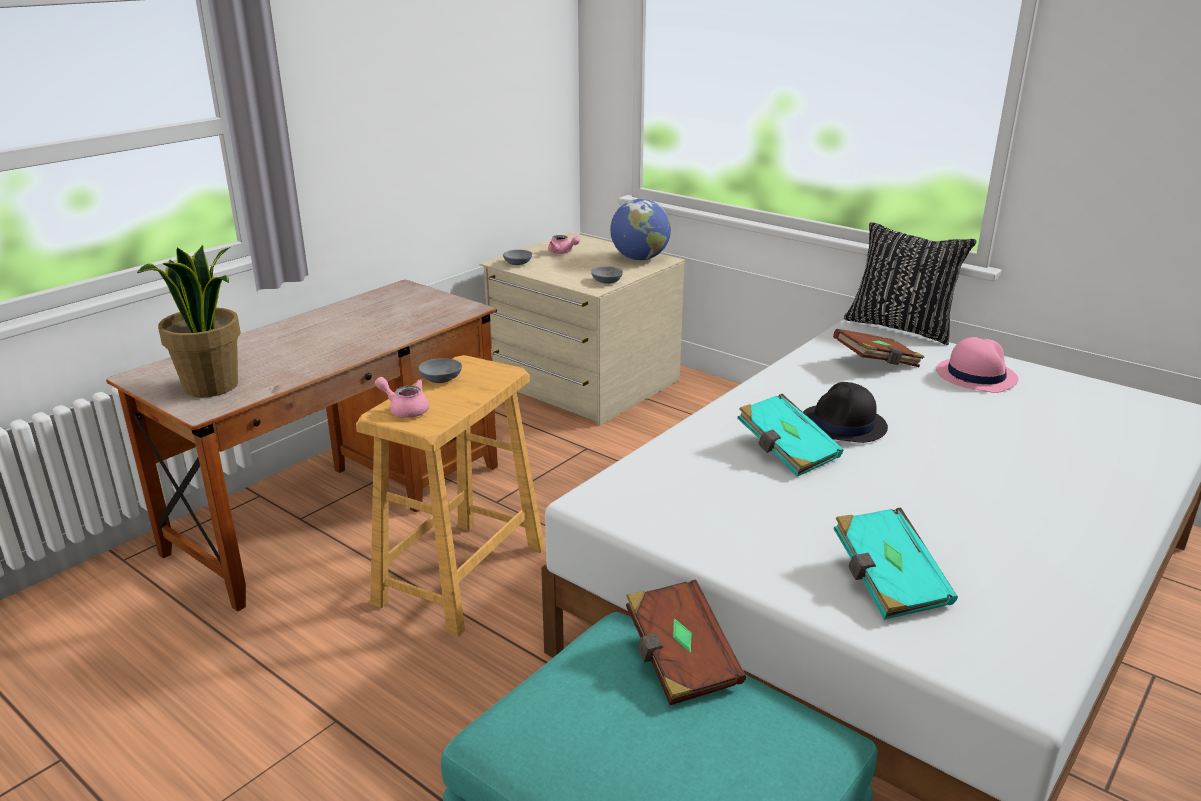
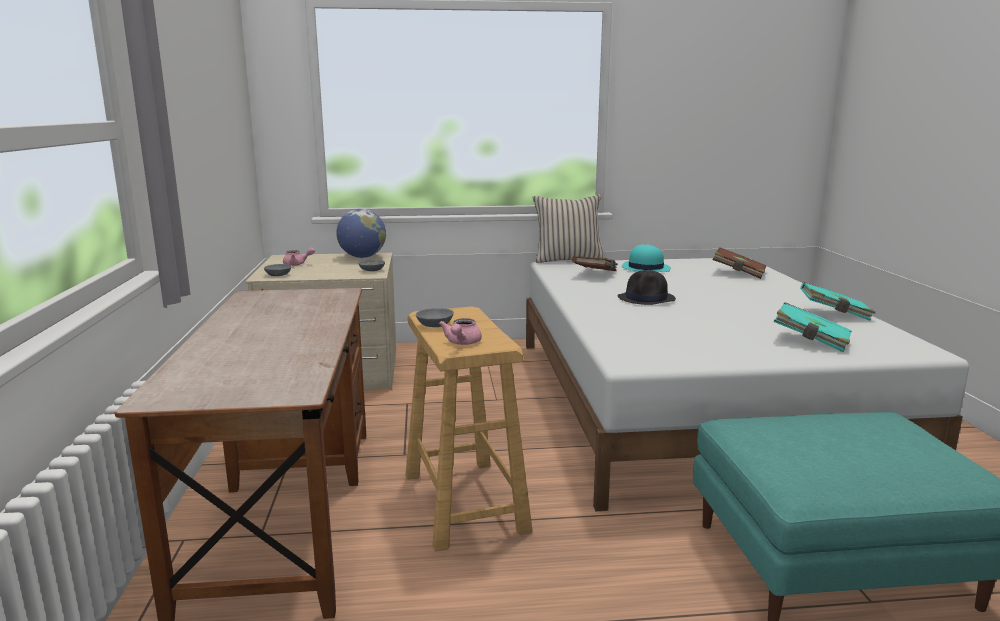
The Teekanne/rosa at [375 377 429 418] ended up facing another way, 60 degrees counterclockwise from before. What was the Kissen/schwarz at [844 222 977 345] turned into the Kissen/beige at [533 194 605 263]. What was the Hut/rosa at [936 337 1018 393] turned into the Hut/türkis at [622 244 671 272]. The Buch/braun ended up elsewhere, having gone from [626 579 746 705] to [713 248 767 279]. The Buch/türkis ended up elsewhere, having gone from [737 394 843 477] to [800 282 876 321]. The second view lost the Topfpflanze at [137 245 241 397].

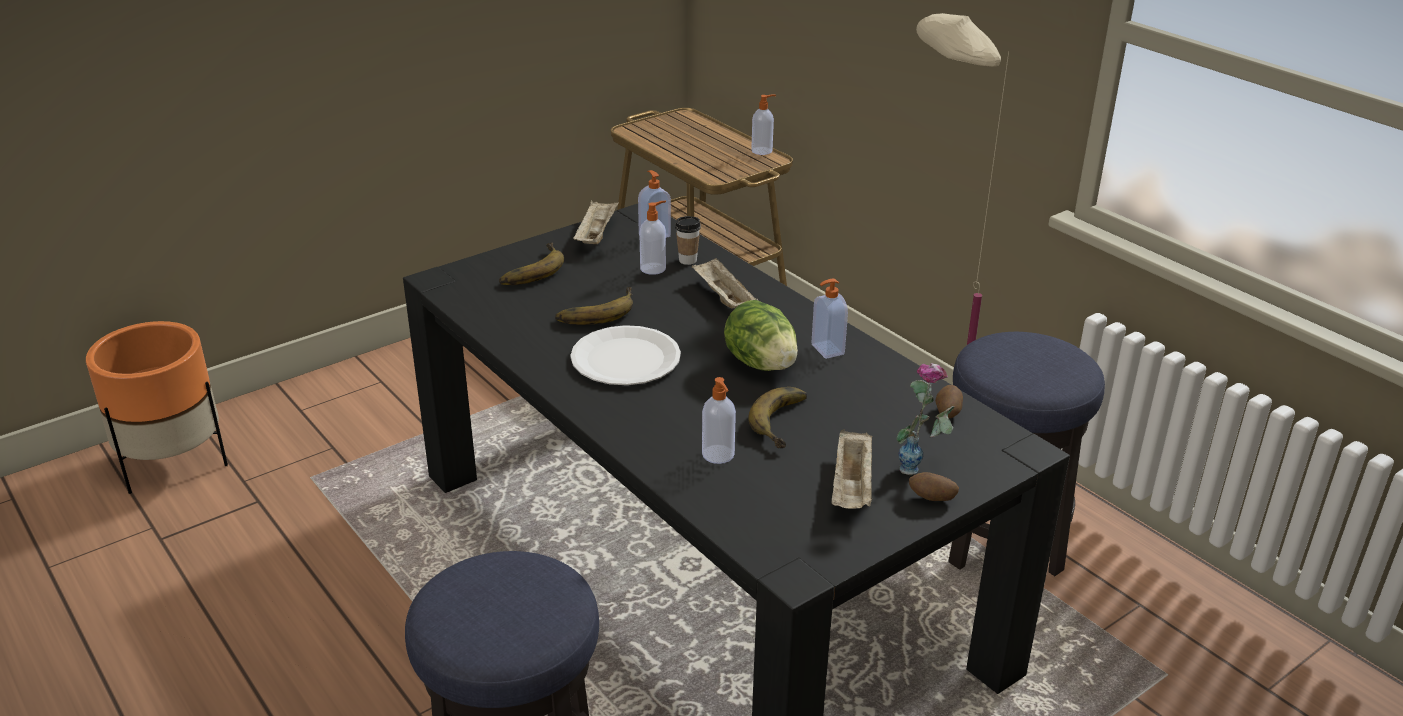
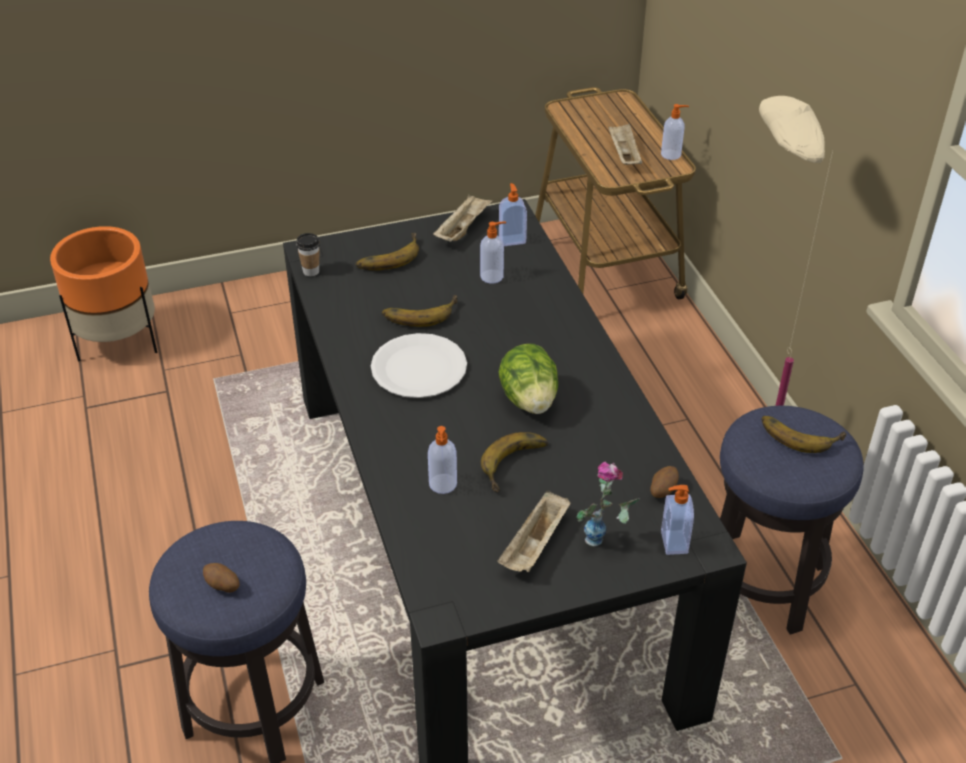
The Kartoffel ended up elsewhere, having gone from [909 472 959 501] to [203 563 240 593]. The Tasse ended up elsewhere, having gone from [675 216 701 265] to [296 233 320 276]. The Tablett/beige ended up elsewhere, having gone from [692 257 758 309] to [608 123 642 165]. The Seifenspender ended up elsewhere, having gone from [811 279 848 359] to [661 485 694 555]. The second view gained the Banane at [761 416 846 453].

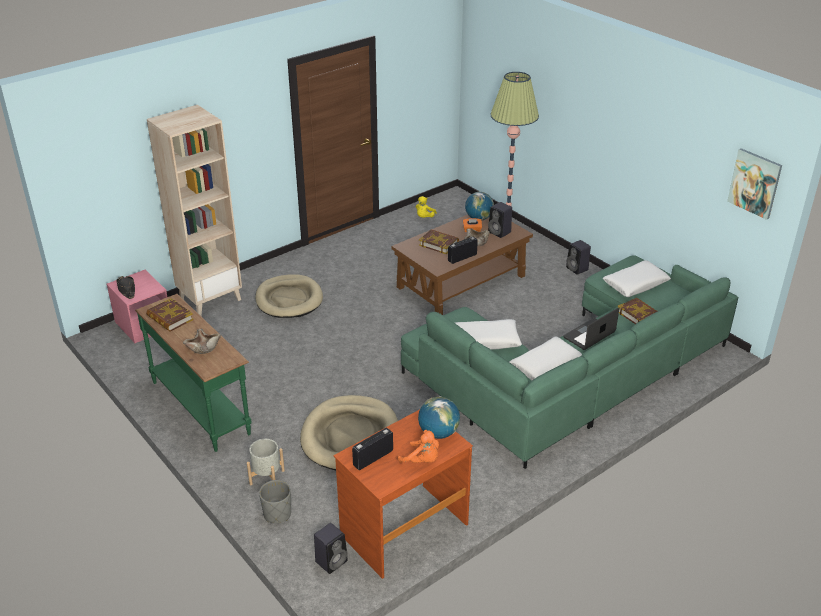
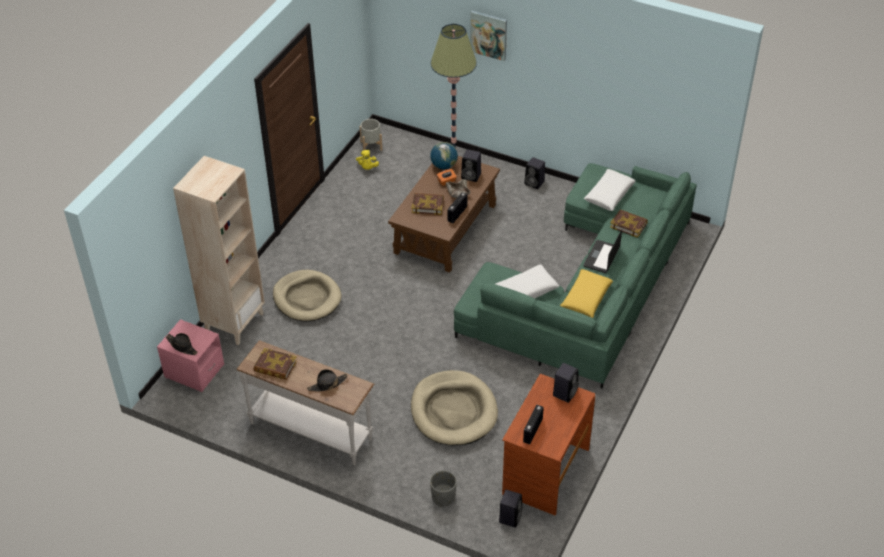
What was the Konsolentisch/grün at [135 294 252 452] turned into the Konsolentisch/weiß at [236 340 374 465]. Where the Schüssel/beige stood at [183 329 221 354], the Hut/schwarz came to stand at [307 369 348 391]. The Pflanzkübel/grau ended up elsewhere, having gone from [247 439 285 485] to [360 119 382 151]. The Bild ended up elsewhere, having gone from [727 148 782 220] to [470 11 507 61]. Where the Globus stood at [418 397 460 439], the Lautsprecher/schwarz came to stand at [553 363 579 403]. What was the Kissen/weiß at [510 336 582 381] turned into the Kissen/gelb at [560 269 613 318]. The second view lost the Plüschtier/orange at [398 430 439 463].

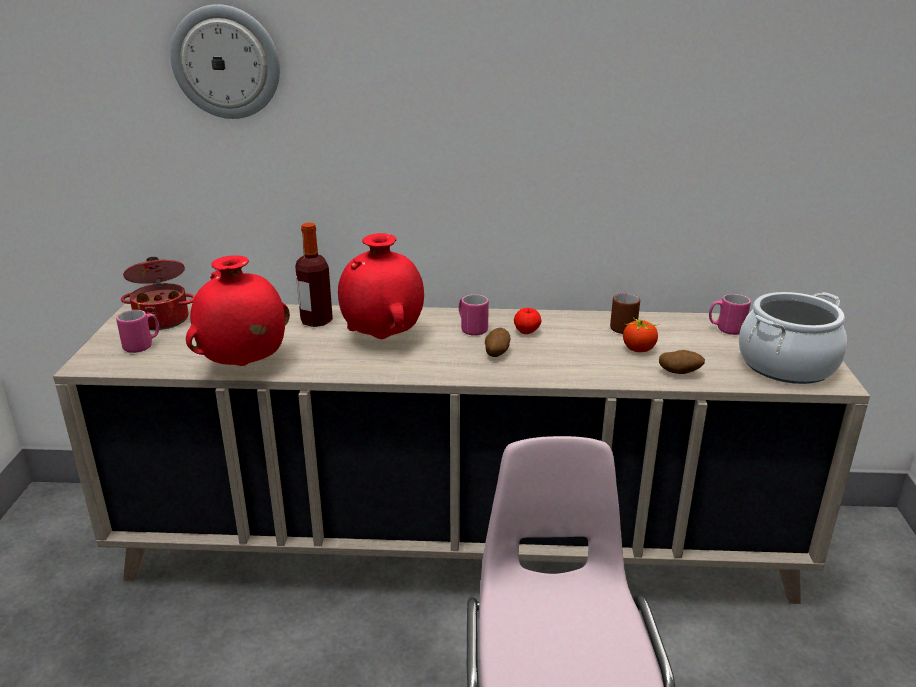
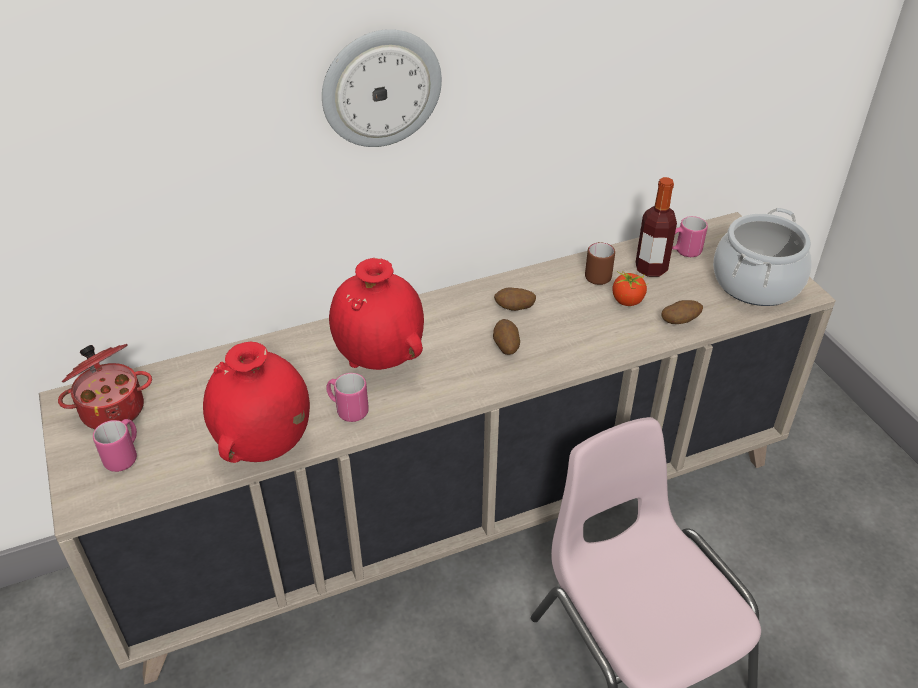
The Wanduhr ended up elsewhere, having gone from [170 4 280 119] to [322 29 442 147]. The Henkelbecher/rosa ended up elsewhere, having gone from [459 294 489 336] to [326 373 369 422]. Where the Apfel stood at [514 308 542 334], the Kartoffel came to stand at [494 287 536 311]. The Flasche ended up elsewhere, having gone from [295 223 333 327] to [635 177 677 277].

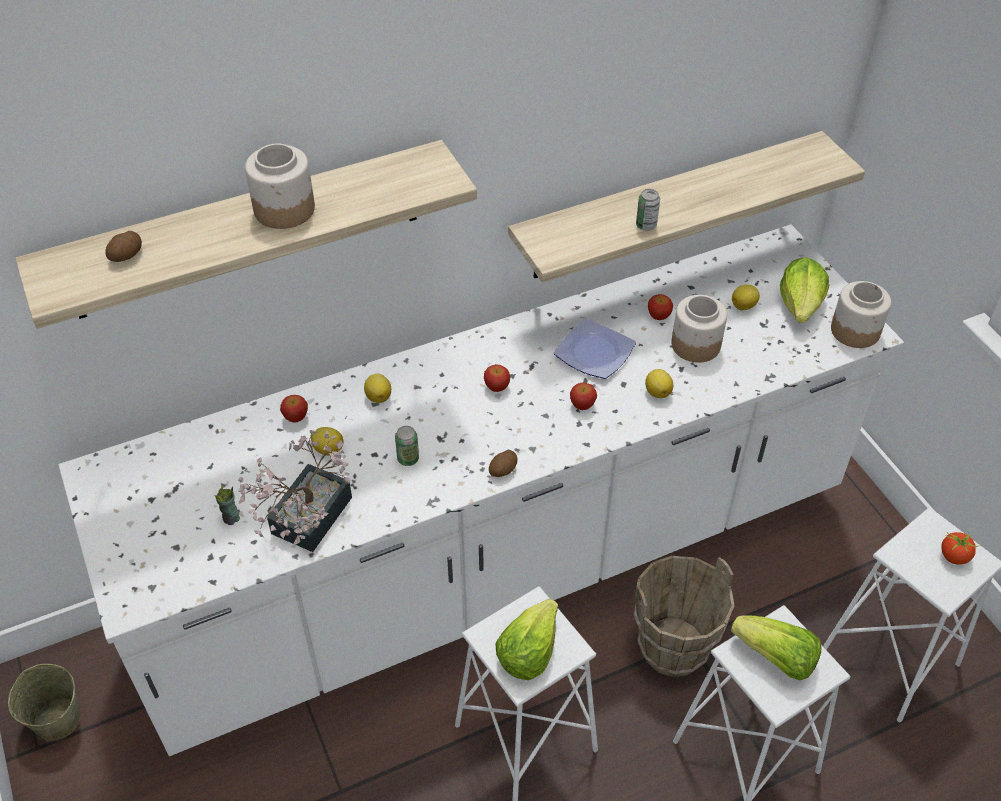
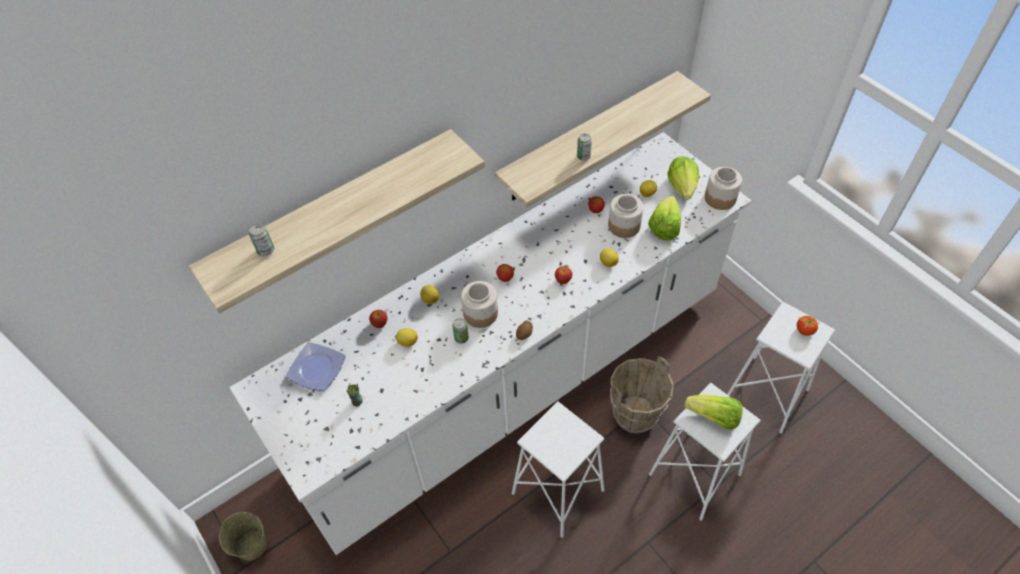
Where the Kartoffel stood at [105 231 142 262], the Dose came to stand at [249 224 274 256]. The Teller ended up elsewhere, having gone from [554 318 636 379] to [286 342 346 391]. The Vorratsglas ended up elsewhere, having gone from [245 144 315 229] to [461 281 498 328]. The Salatkopf ended up elsewhere, having gone from [495 599 558 680] to [648 196 681 241]. The second view lost the Topfpflanze at [238 430 352 552].

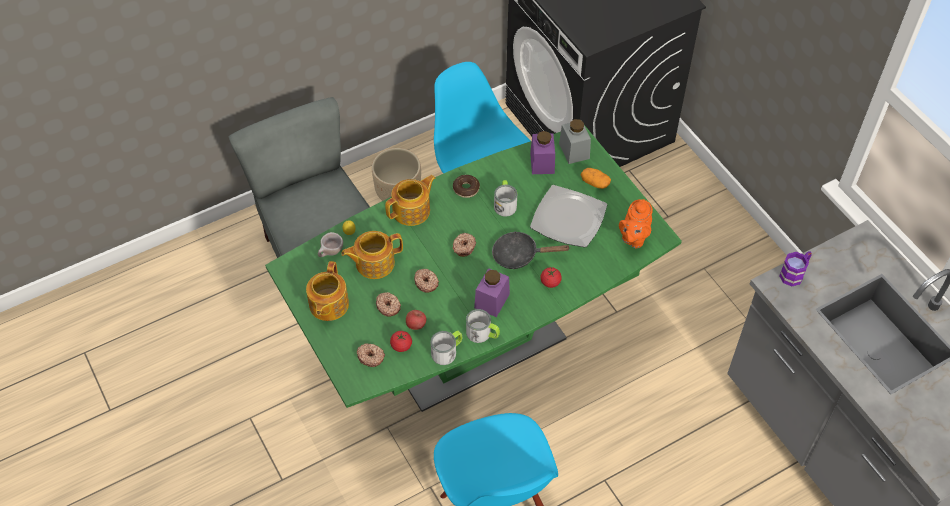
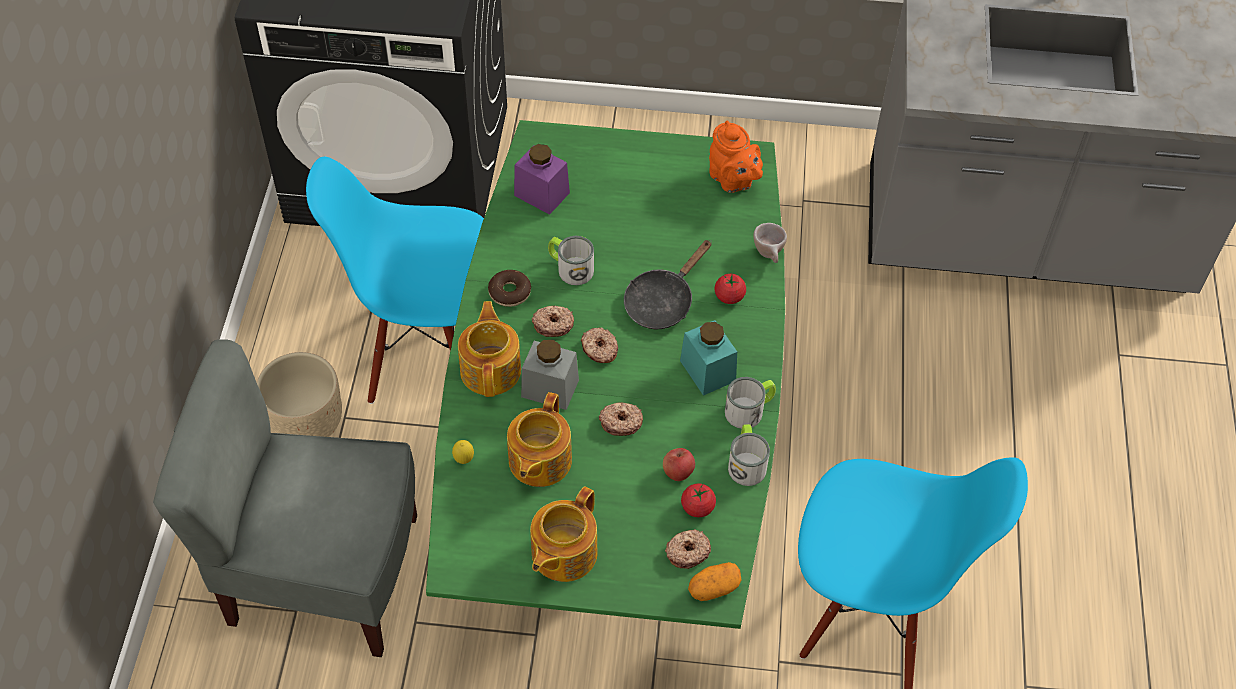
The Vorratsglas/grau ended up elsewhere, having gone from [559 119 591 164] to [521 340 579 410]. The Teekanne at [306 261 349 321] ended up facing another way, 75 degrees clockwise from before. The Donut ended up elsewhere, having gone from [376 292 401 317] to [532 306 574 337]. What was the Vorratsglas/lila at [474 268 510 317] turned into the Vorratsglas/türkis at [680 320 737 396]. The Kartoffel ended up elsewhere, having gone from [581 168 611 189] to [688 562 742 601]. The Tasse/beige ended up elsewhere, having gone from [318 232 343 257] to [753 223 787 263]. The second view lost the Teller at [530 185 607 247]. The second view lost the Henkelbecher/lila at [779 251 812 286].

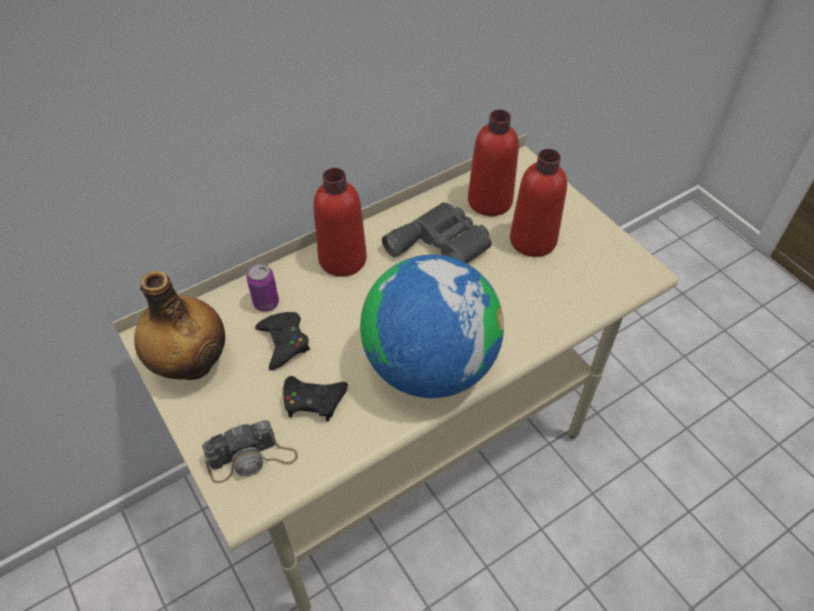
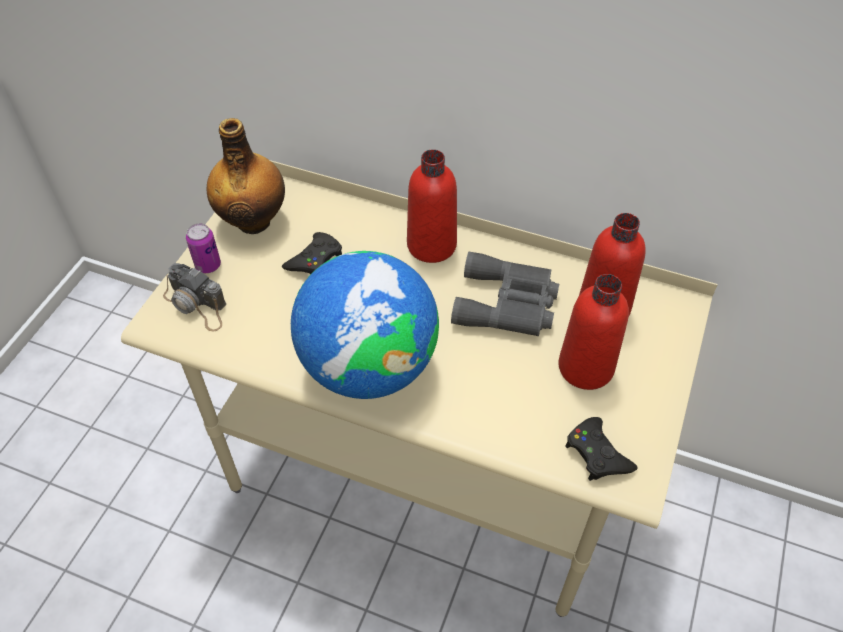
The Dose ended up elsewhere, having gone from [246 263 279 312] to [186 223 221 273]. The Gamepad/schwarz ended up elsewhere, having gone from [283 376 348 422] to [565 417 638 481].

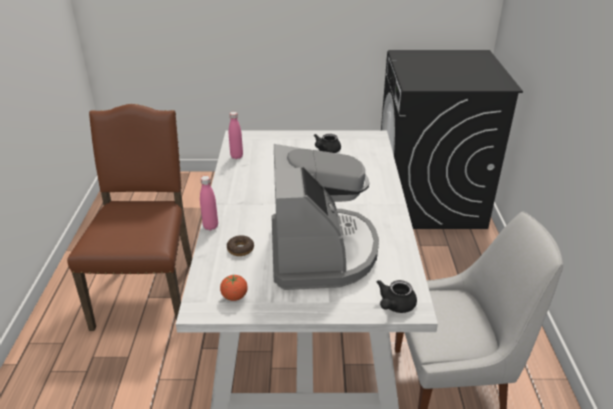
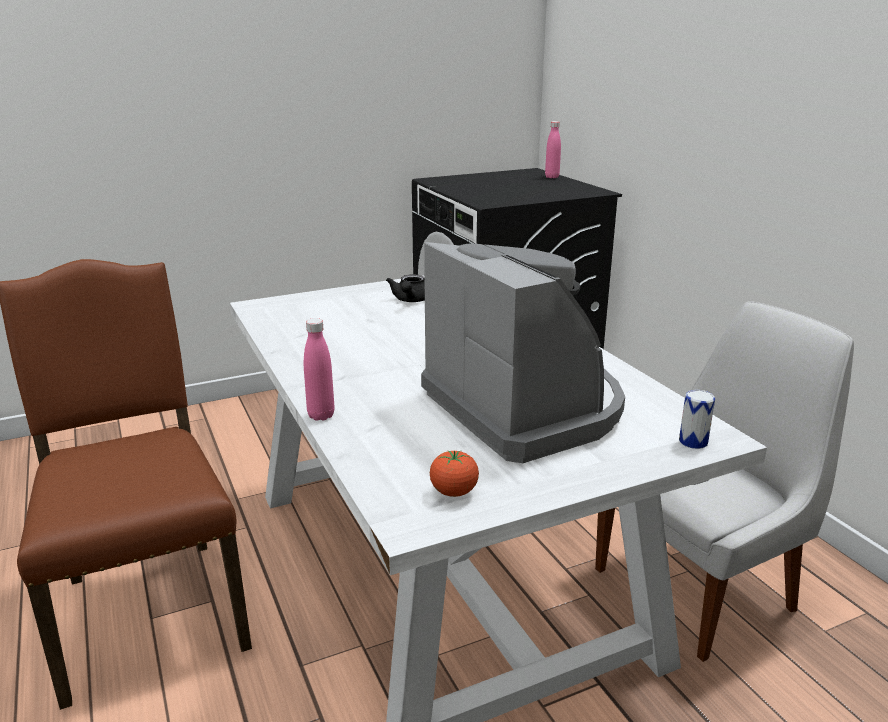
The Flasche/rosa ended up elsewhere, having gone from [229 112 243 159] to [545 121 561 178]. Where the Teekanne/schwarz stood at [376 280 417 313], the Dose came to stand at [679 390 715 449]. The second view lost the Donut at [227 235 254 256].

